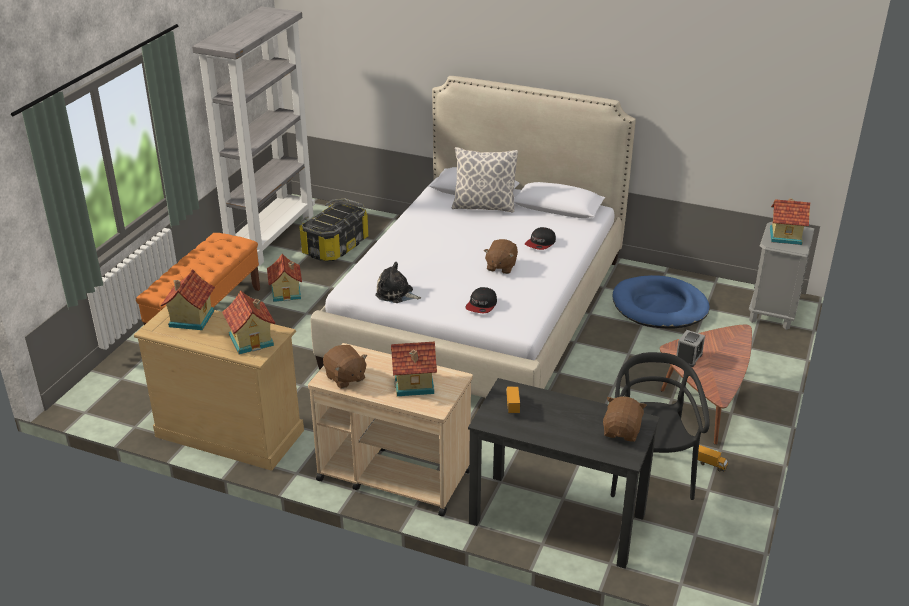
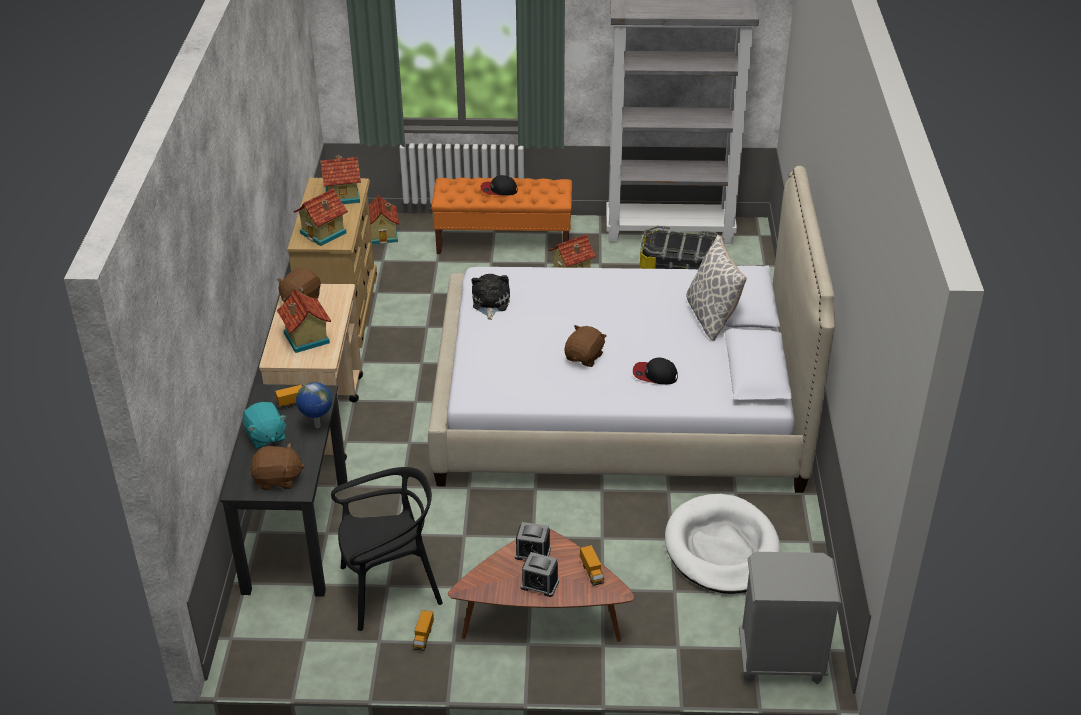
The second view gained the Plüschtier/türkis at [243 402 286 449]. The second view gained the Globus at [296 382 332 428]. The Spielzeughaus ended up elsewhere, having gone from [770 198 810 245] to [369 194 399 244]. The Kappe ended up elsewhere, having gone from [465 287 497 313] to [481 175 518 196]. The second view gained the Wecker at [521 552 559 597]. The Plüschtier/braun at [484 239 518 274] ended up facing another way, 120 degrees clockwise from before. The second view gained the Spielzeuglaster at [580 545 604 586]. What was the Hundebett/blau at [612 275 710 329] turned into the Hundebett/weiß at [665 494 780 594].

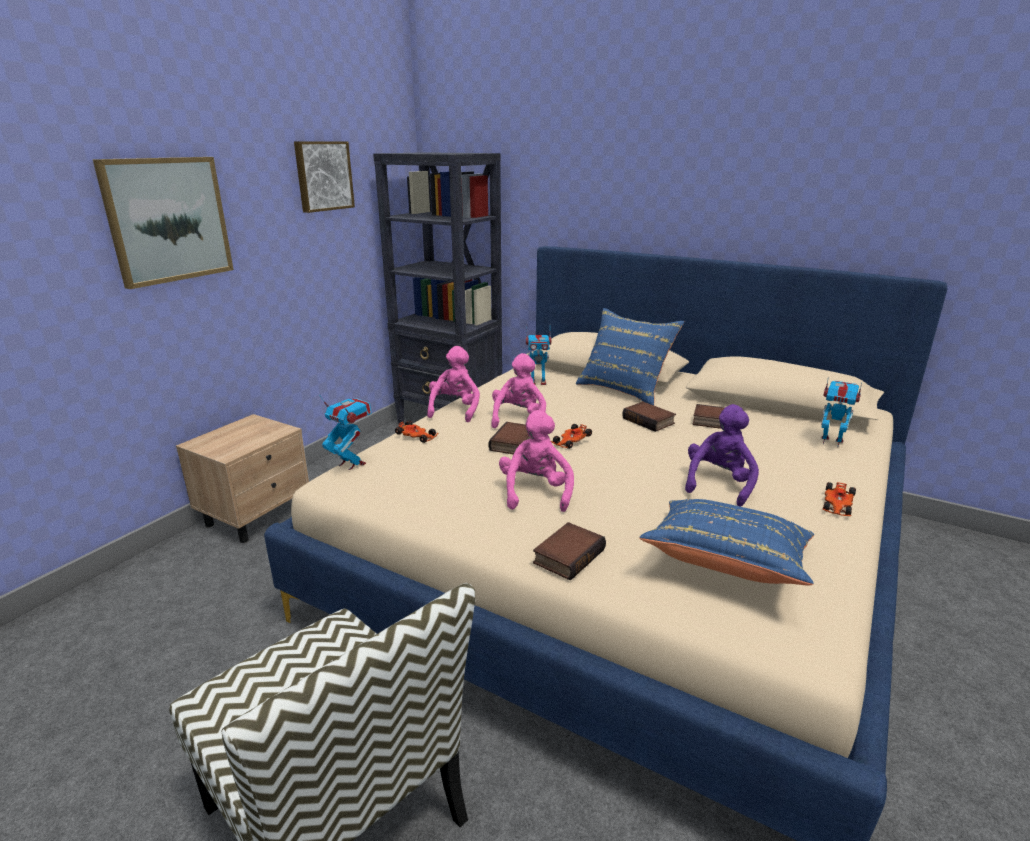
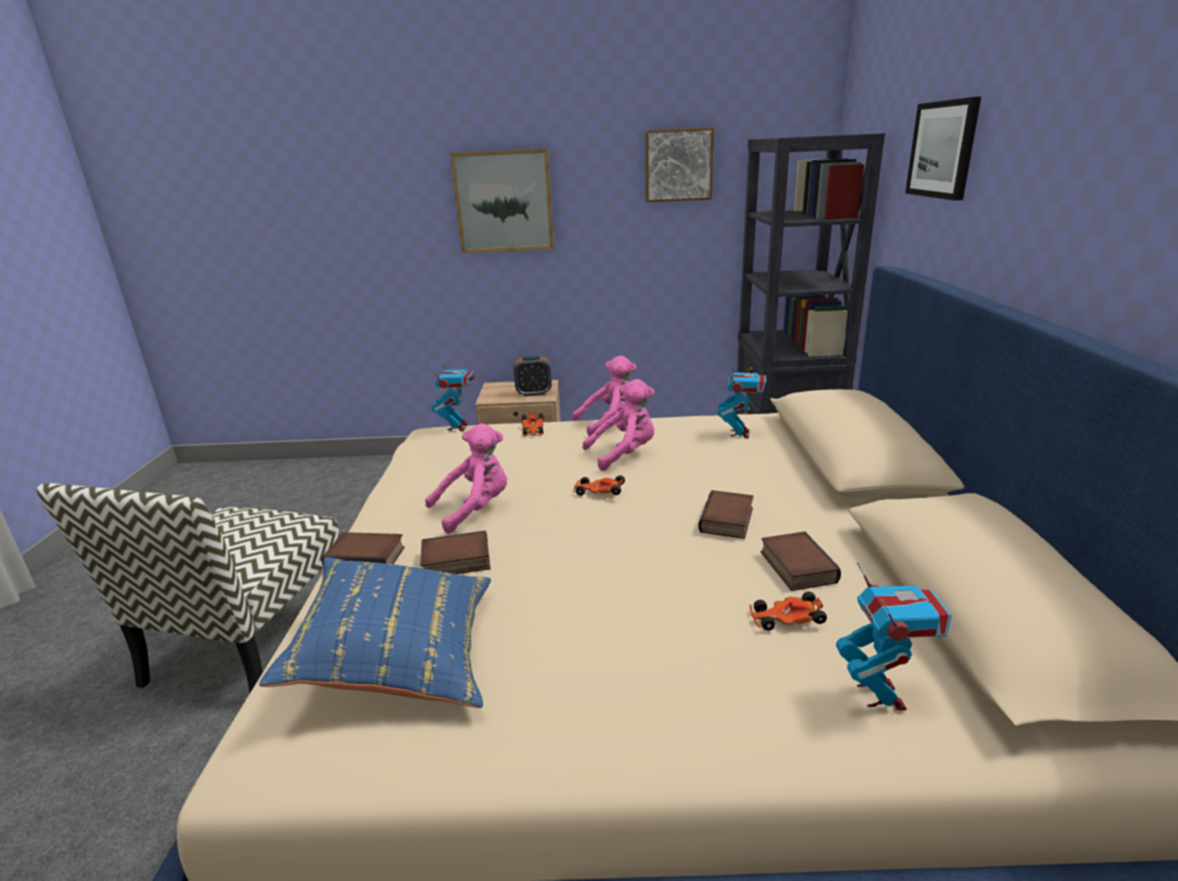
The Buch ended up elsewhere, having gone from [488 422 531 455] to [420 531 491 574]. The second view gained the Wecker at [513 355 552 396]. The Spielzeugroboter at [526 333 551 385] ended up facing another way, 135 degrees counterclockwise from before. The Spielzeugauto ended up elsewhere, having gone from [823 482 856 516] to [749 592 827 631]. The second view gained the Bild at [905 97 981 201]. The second view lost the Kissen/blau at [576 308 684 405]. The second view lost the Plüschtier/lila at [685 404 759 506].

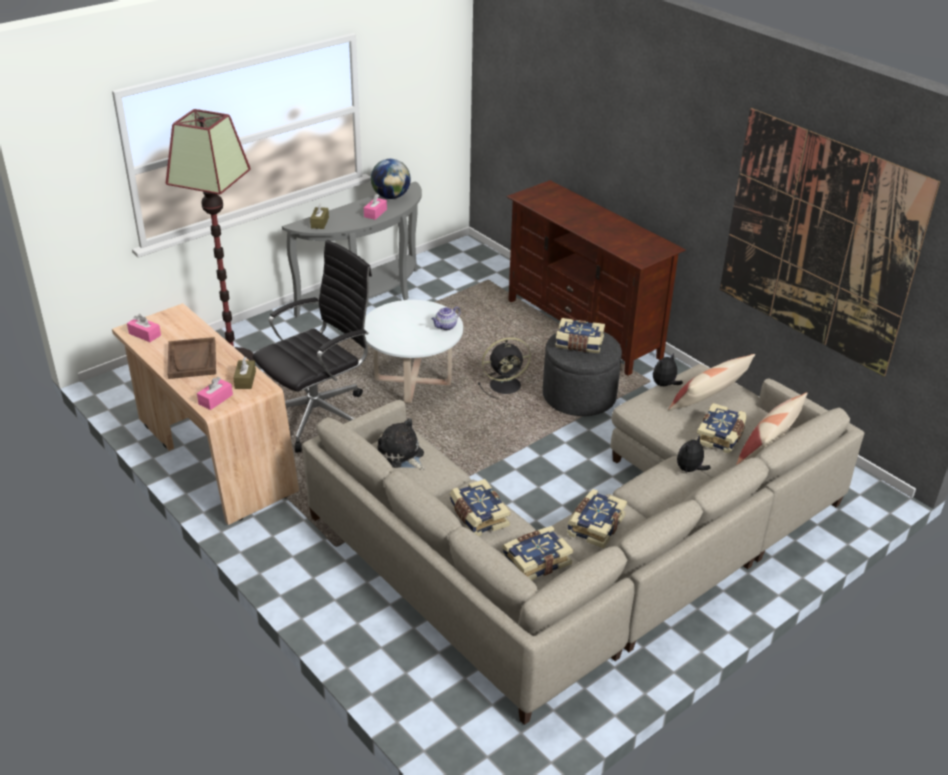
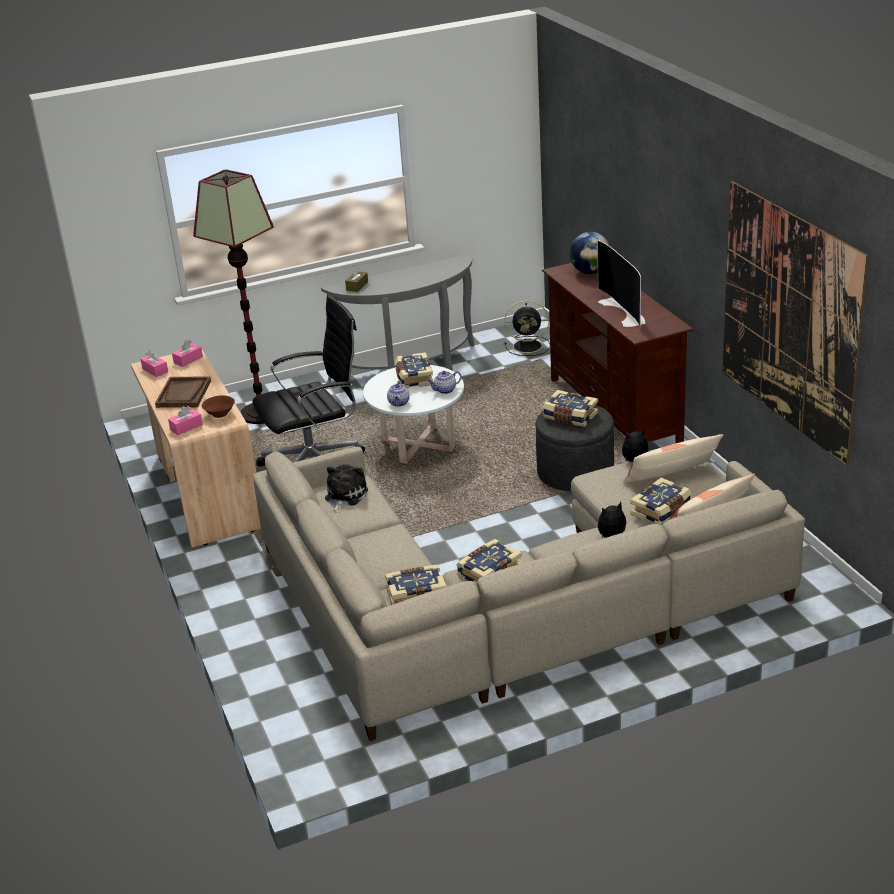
The Taschentuchbox/rosa ended up elsewhere, having gone from [364 194 387 220] to [172 340 203 367]. Where the Taschentuchbox/braun stood at [233 357 256 389], the Schüssel/braun came to stand at [202 396 235 418]. The Plüschtier at [377 418 425 470] ended up facing another way, 45 degrees clockwise from before. The second view gained the Teekanne at [387 381 410 407]. The Buch ended up elsewhere, having gone from [450 479 510 536] to [396 352 433 389]. The Ventilator/schwarz ended up elsewhere, having gone from [478 337 531 399] to [505 300 550 356]. The Globus ended up elsewhere, having gone from [371 159 411 199] to [569 232 611 274]. The second view gained the Fernseher at [598 240 645 327].

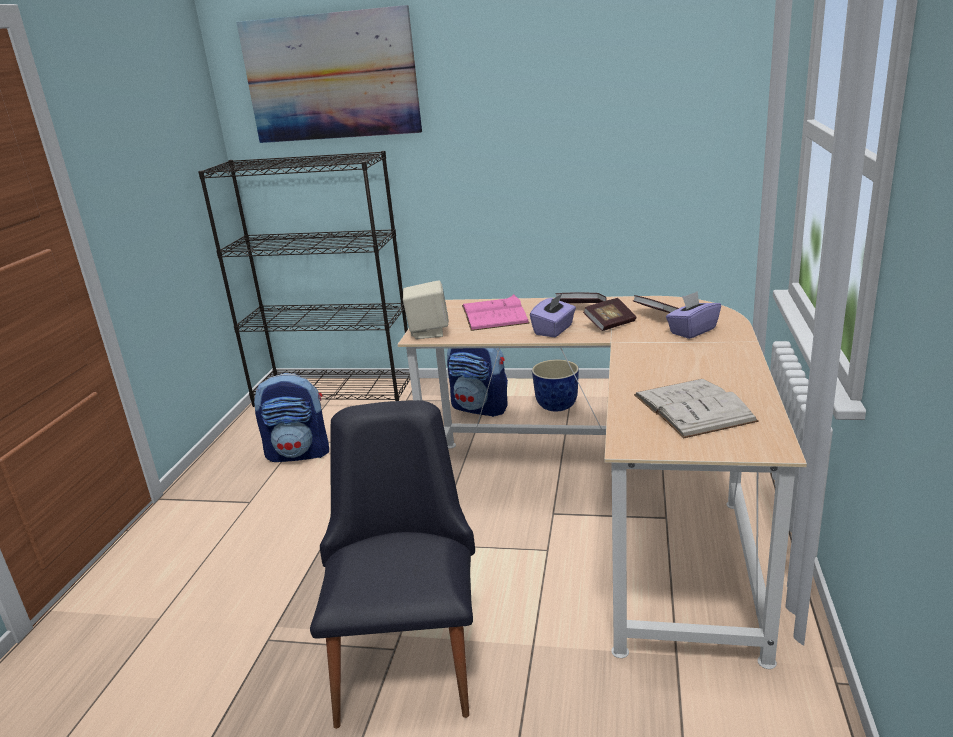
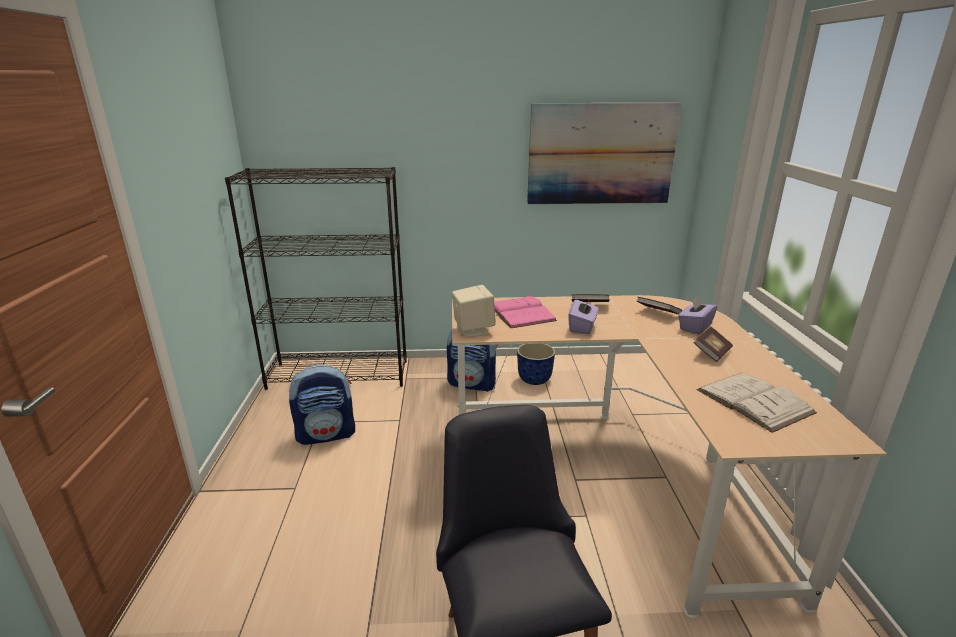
The Bild ended up elsewhere, having gone from [236 5 422 143] to [527 103 682 204]. The Buch ended up elsewhere, having gone from [583 298 636 331] to [694 327 733 362].

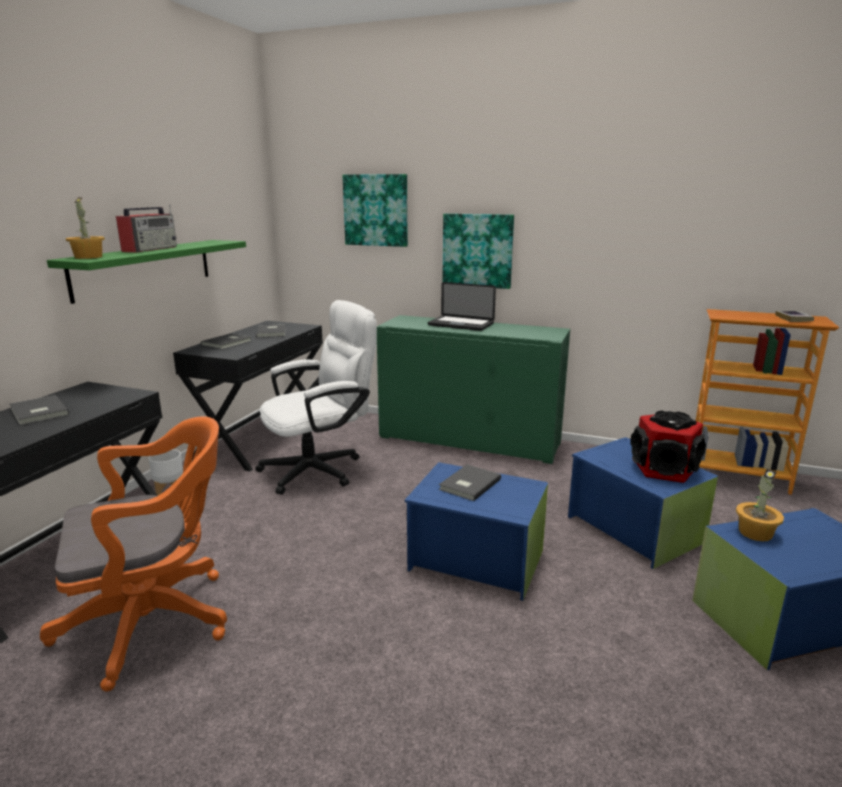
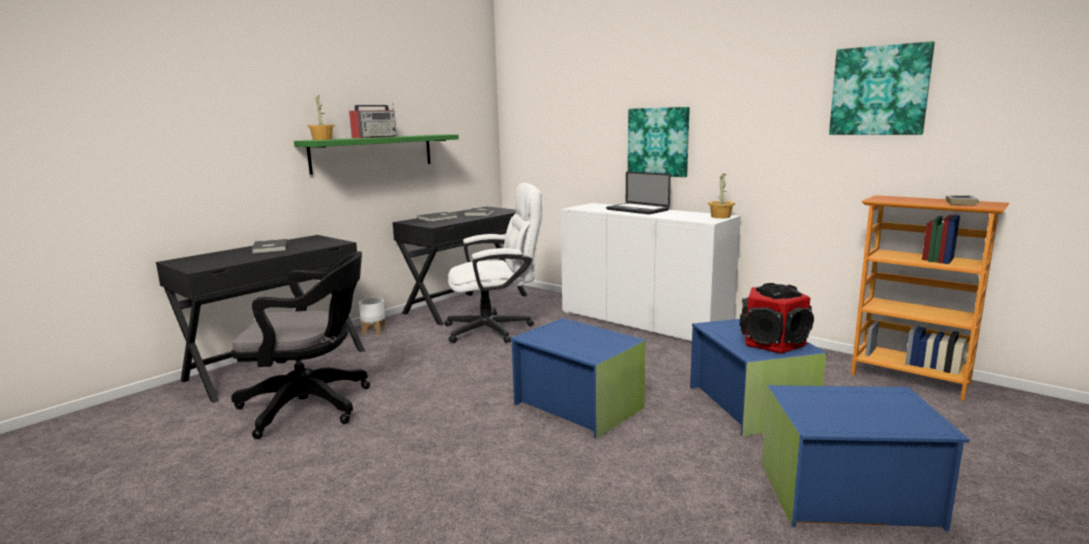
What was the Bürostuhl/orange at [40 416 227 692] turned into the Bürostuhl/schwarz at [231 251 370 439]. What was the Schrank/grün at [377 315 570 464] turned into the Schrank/weiß at [561 203 741 341]. The Topfpflanze ended up elsewhere, having gone from [736 469 784 542] to [708 174 735 218]. The Bild ended up elsewhere, having gone from [342 174 408 247] to [829 41 935 135]. The second view lost the Buch/grau at [439 464 501 501].

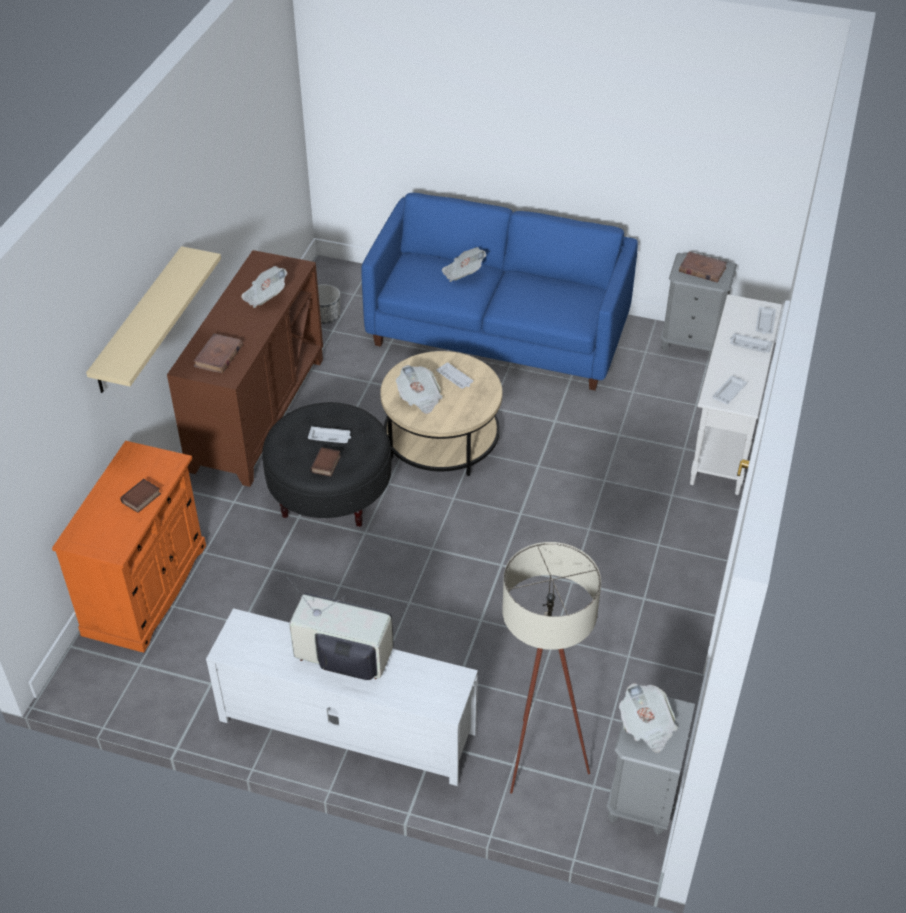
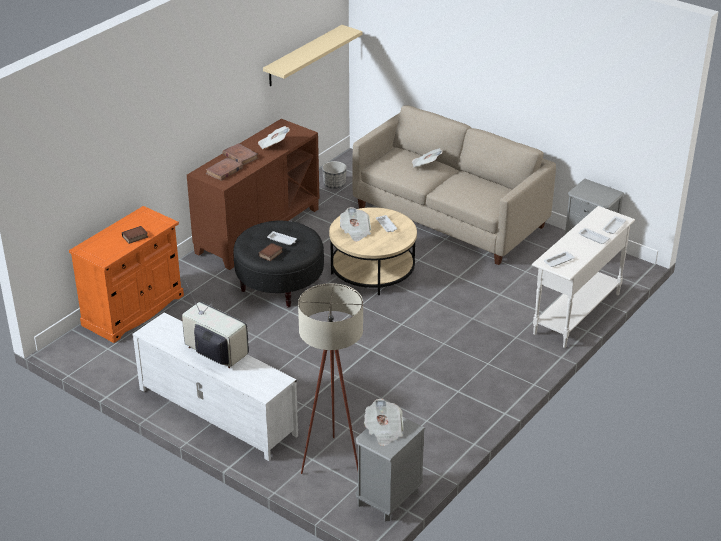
The Buch/braun ended up elsewhere, having gone from [679 252 727 283] to [222 143 258 165]. The Wandregal/beige ended up elsewhere, having gone from [86 246 221 393] to [263 25 363 86]. What was the Sofa/blau at [361 193 638 390] turned into the Sofa/beige at [352 105 556 265].

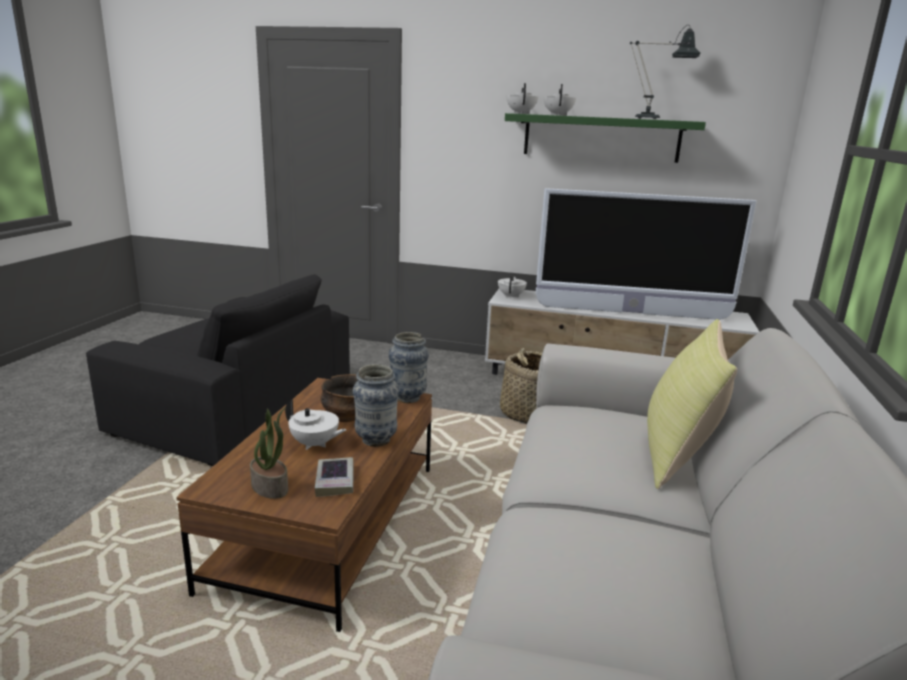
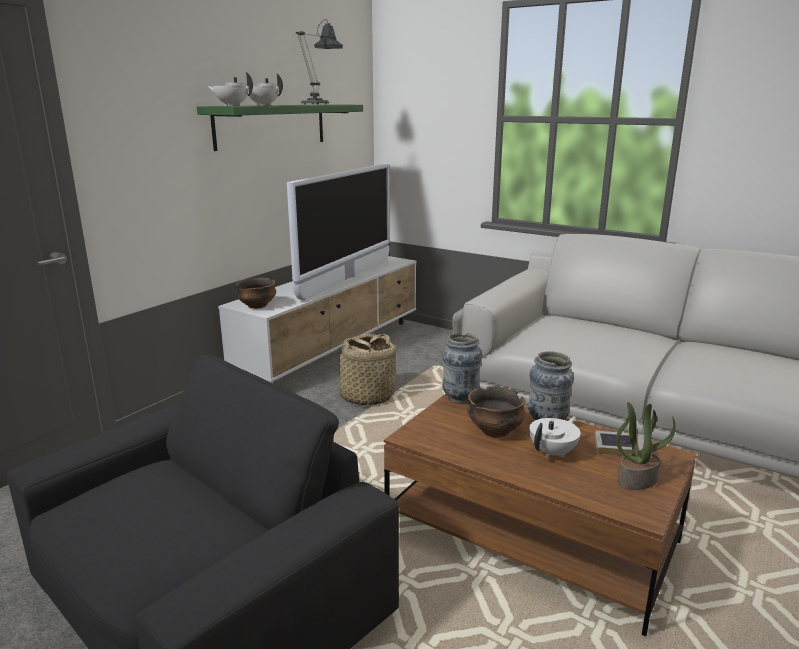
Where the Teekanne/weiß stood at [498 275 527 299], the Schüssel came to stand at [236 278 276 309]. The second view lost the Kissen/gelb at [647 319 737 489].

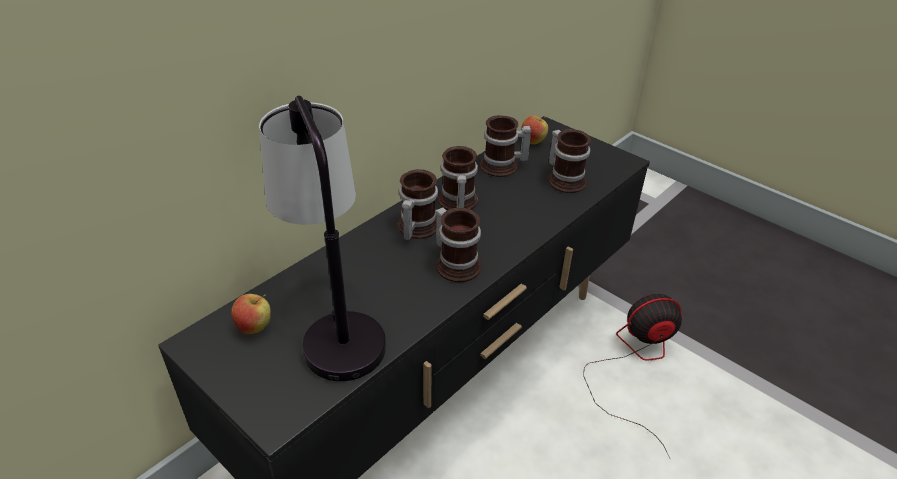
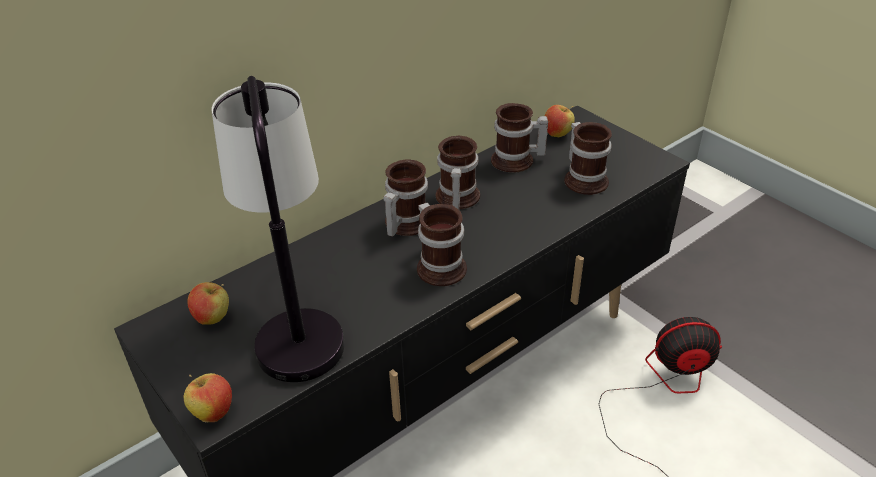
The second view gained the Apfel at [184 373 232 422].

